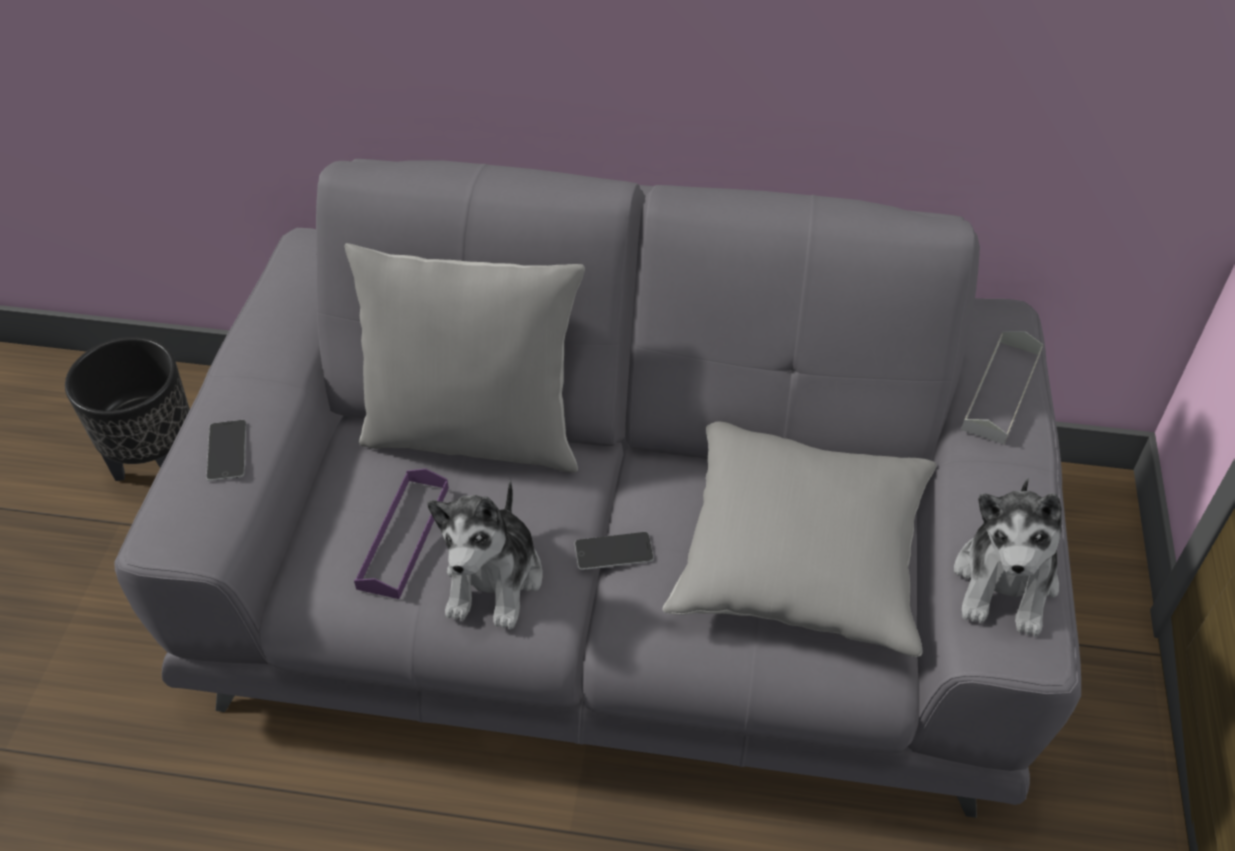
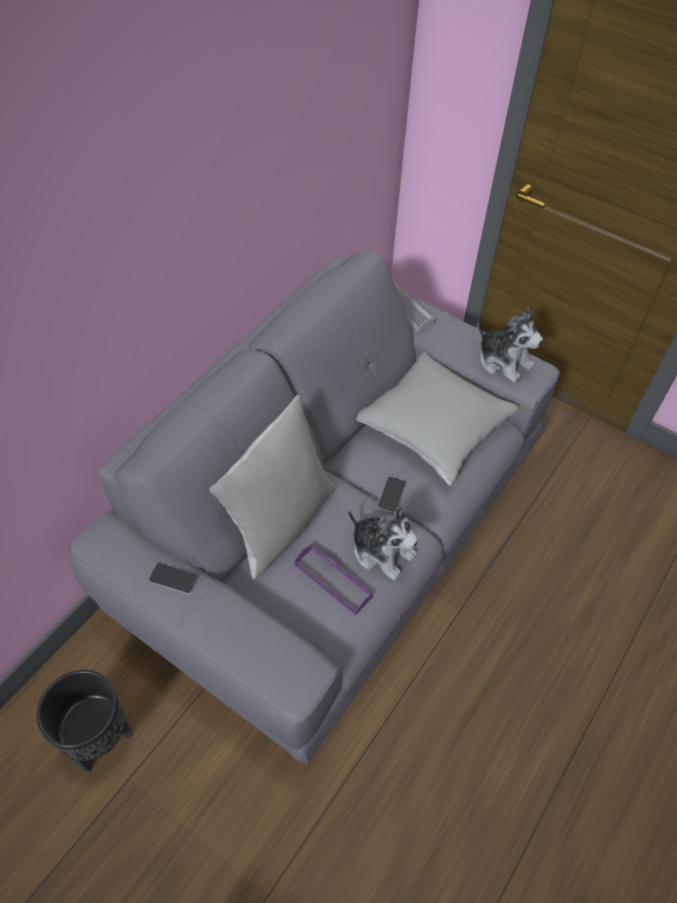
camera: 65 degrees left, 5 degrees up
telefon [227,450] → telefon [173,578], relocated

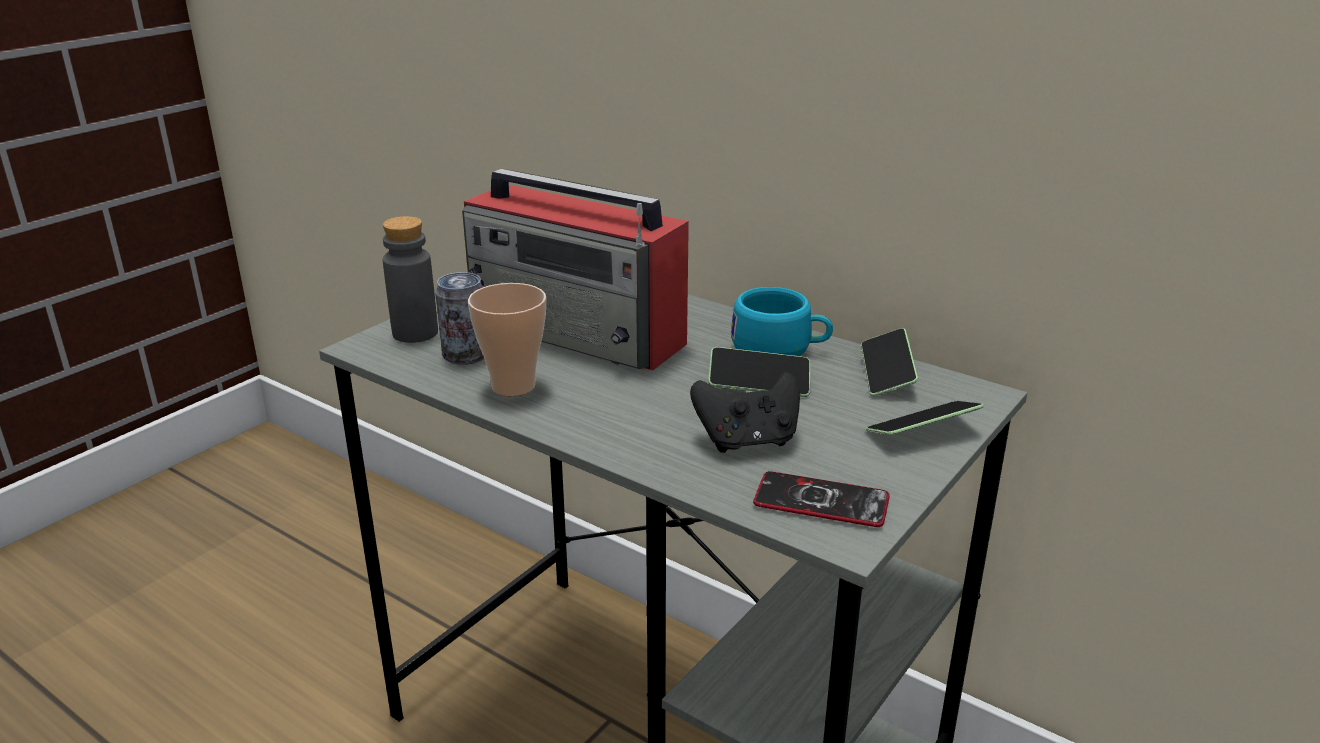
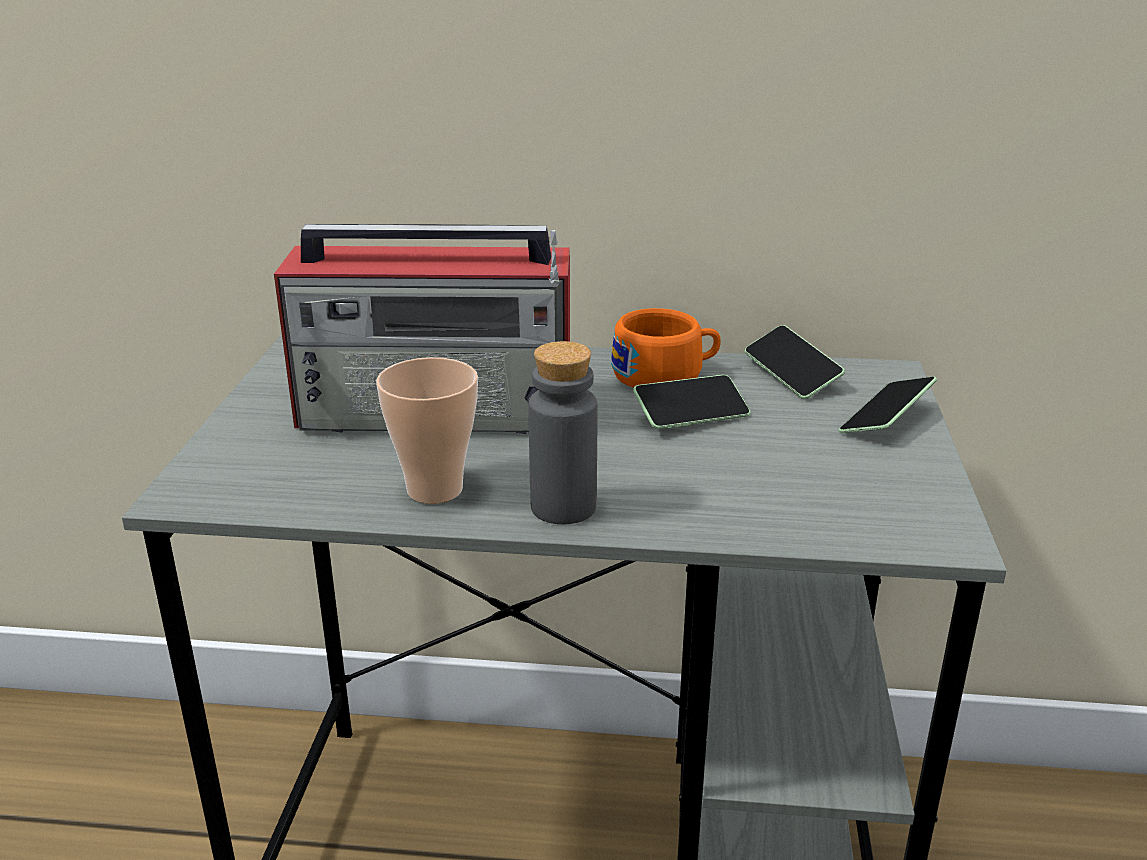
camera: 30 degrees left, 0 degrees up
butelka/szary [415,333] → butelka/szary [563,507], relocated
filiżanka/turkusowy [780,348] → filiżanka/pomarańczowy [666,375]
puszka [466,355] → -
pad do gier/czarny [747,441] → -
telefon [821,501] → -

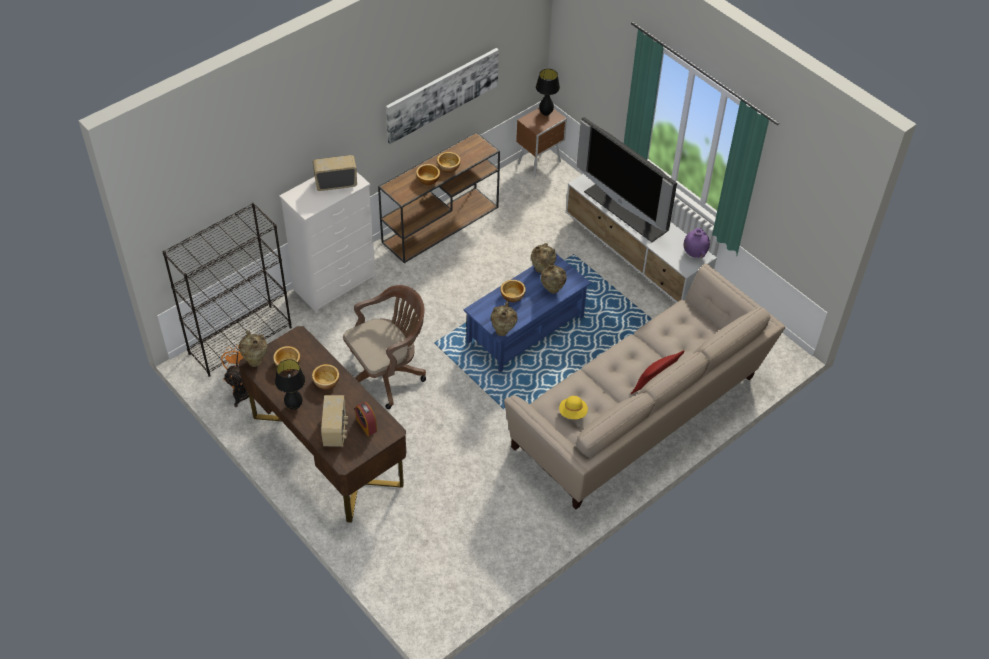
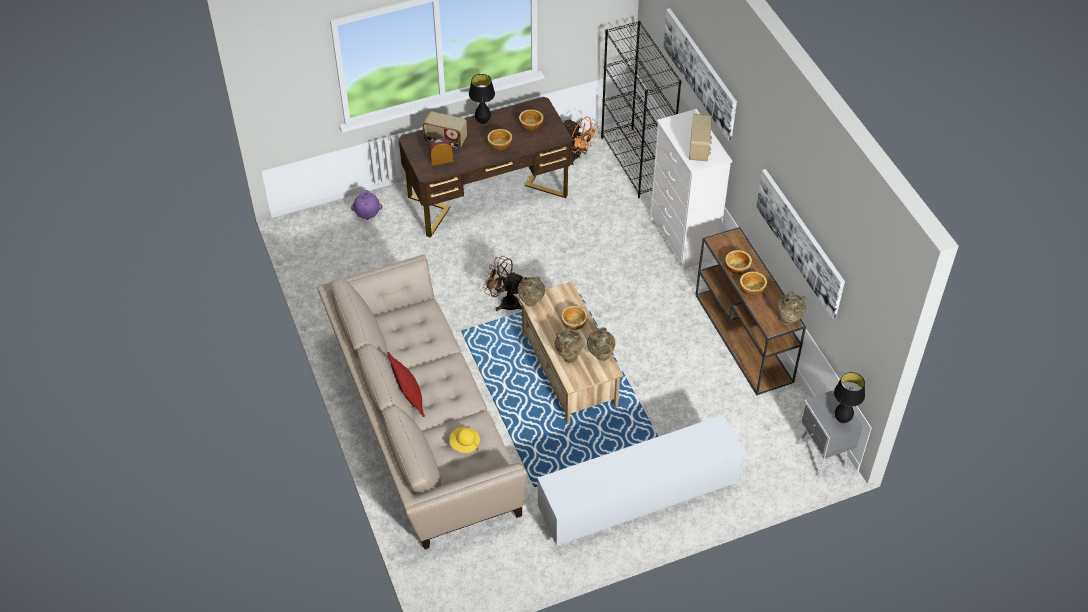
camera: 110 degrees right, 0 degrees up
wazon/fioletowy [694,253] → wazon/fioletowy [368,215], relocated
kapelusz/żółty [573,412] → kapelusz/żółty [464,444], relocated
- → wentylator/brązowy [505,302]
ława/niebieski [525,330] → ława/beżowy [568,370]
- → obraz [700,72]
wazon/beżowy [255,360] → wazon/beżowy [788,321], relocated
szafka nocna/brązowy [540,163] → szafka nocna/szary [822,456]
krzesło biurowe/brązowy [387,374] → -
telewizor [627,210] → -

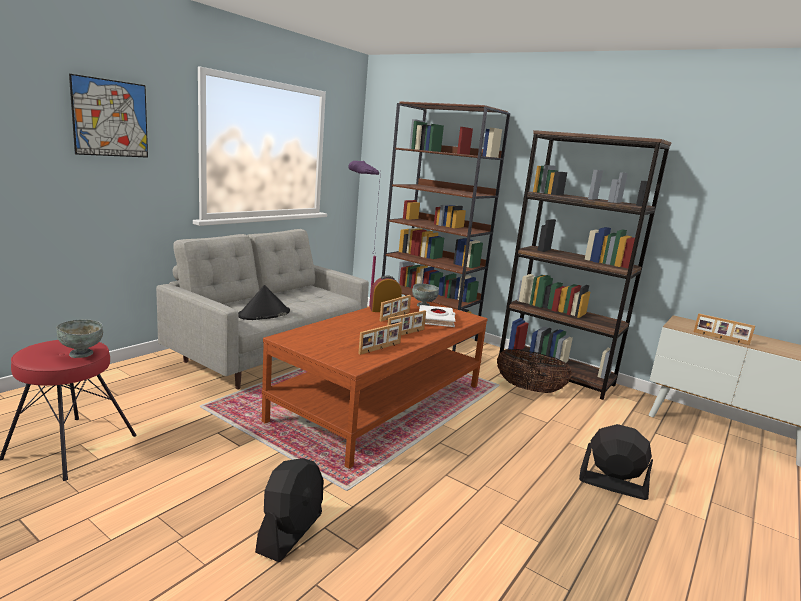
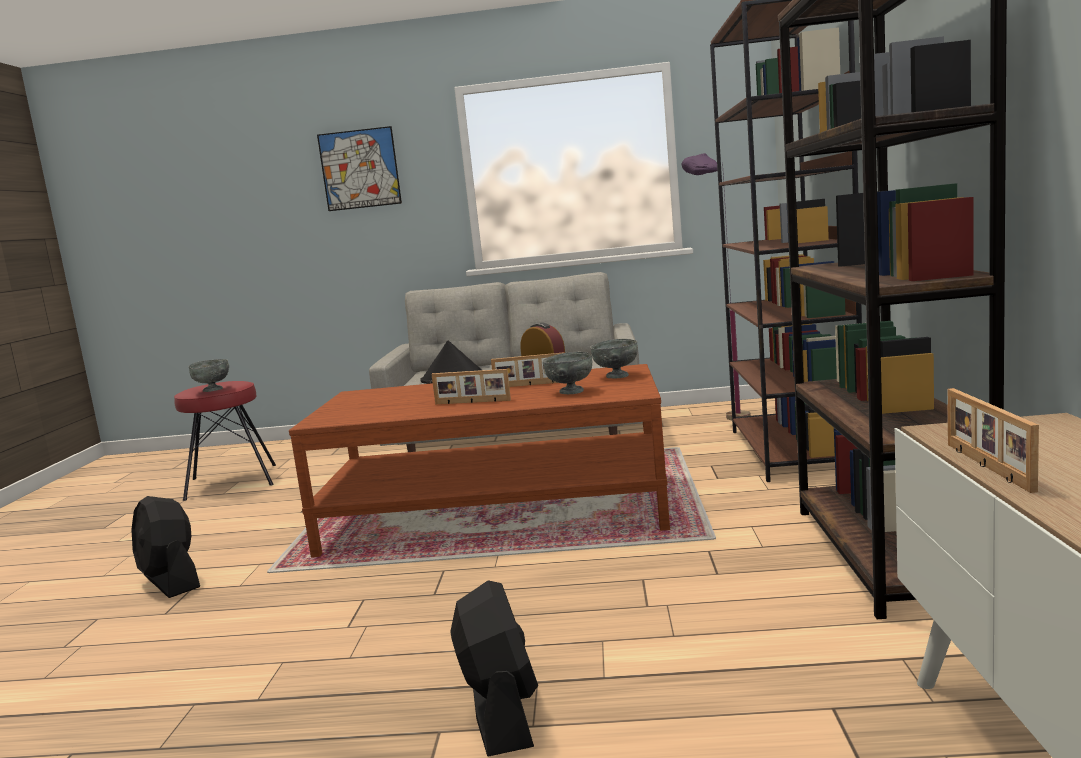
camera: 60 degrees right, 5 degrees down
wentylator/czarny [290,532] → wentylator/czarny [171,581], 60 degrees clockwise
książka/biały [436,319] → miska/szary [570,392]
ramka na zdjęcie [380,348] → -
koszyk [529,389] → -

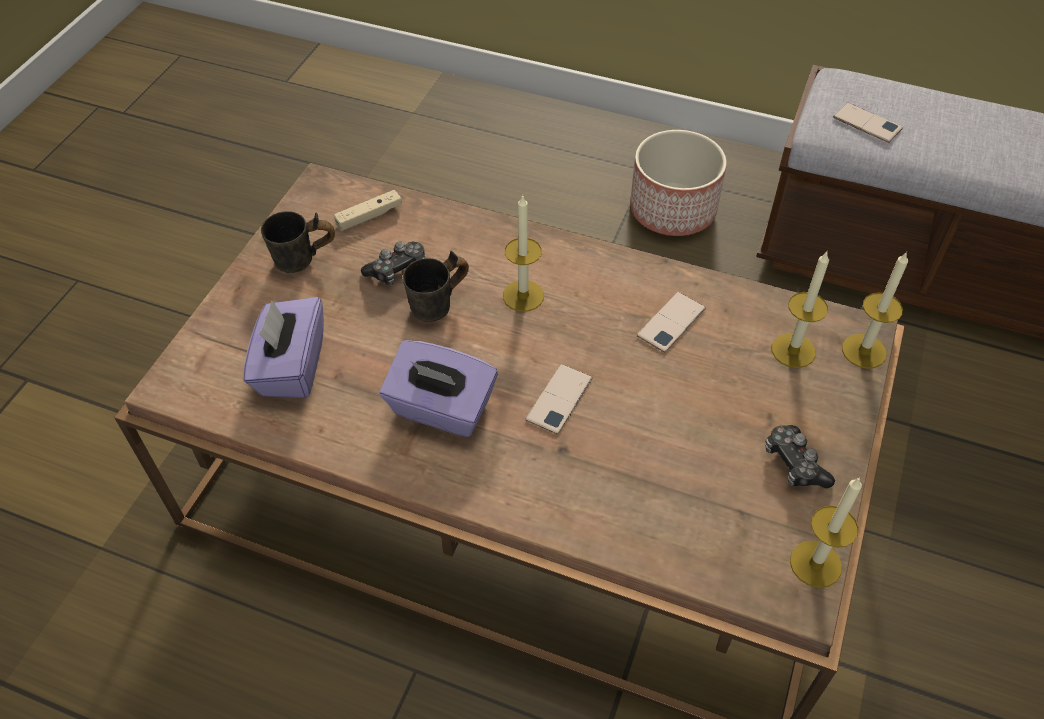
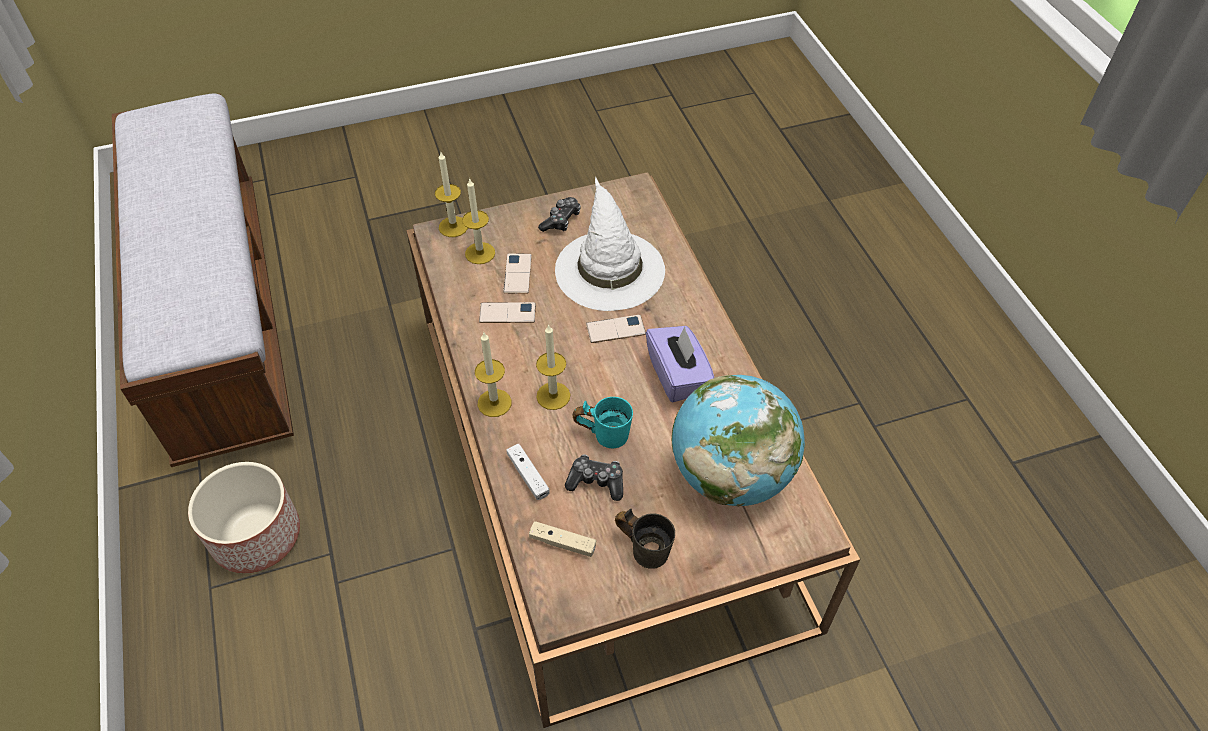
camera: 130 degrees left, 0 degrees up
świeca [815,564] → świeca [494,403], relocated
telefon [867,123] → telefon [517,274], relocated
- → pad do gier/biały [528,475]
- → kapelusz/biały [609,268]
kubek/szary [441,307] → kubek/turkusowy [604,432]
pudełko chusteczek/fioletowy [291,367] → globus [730,474]

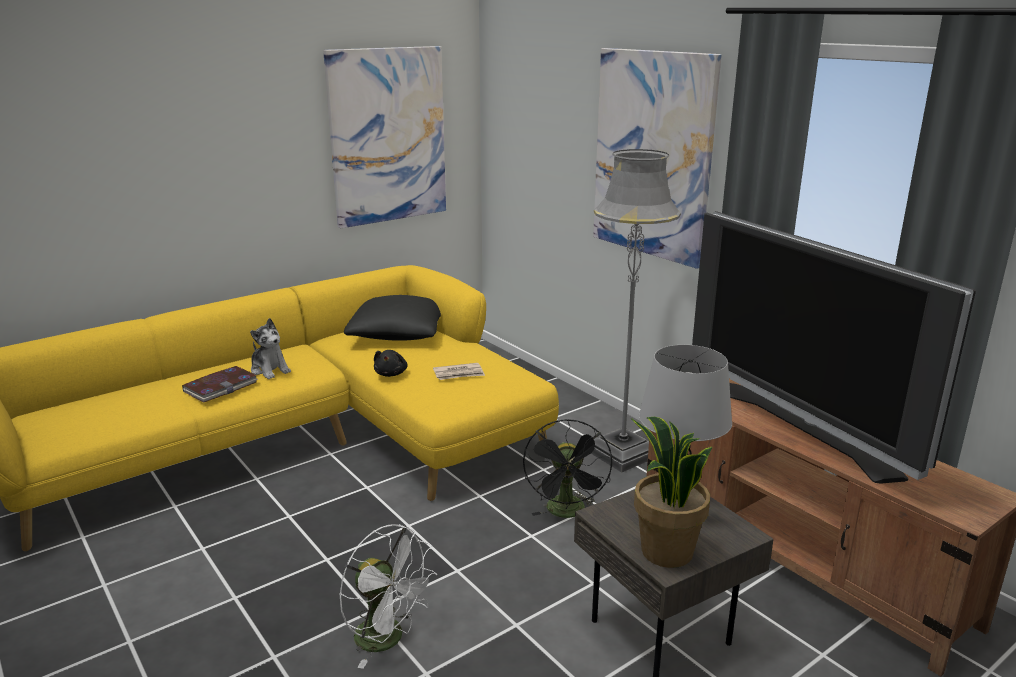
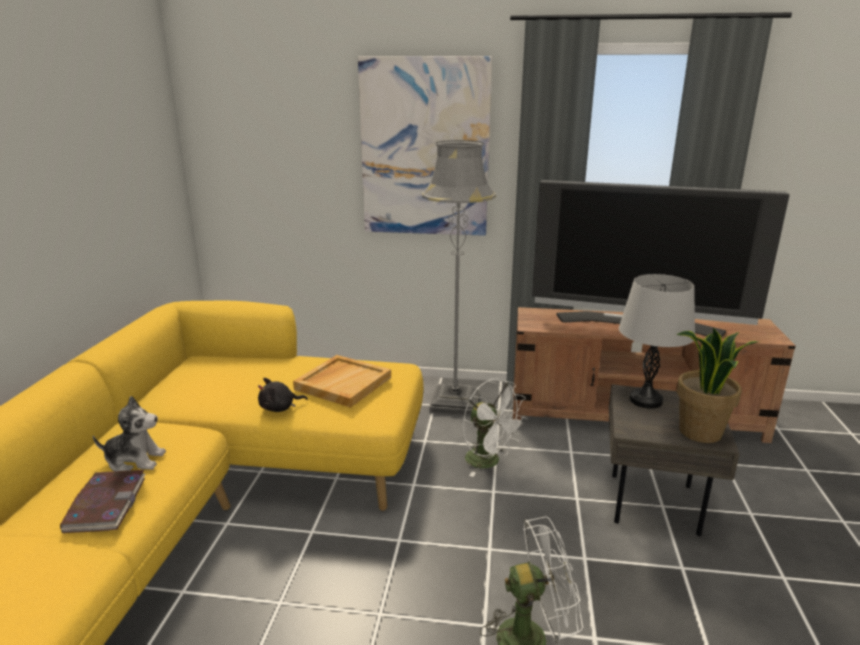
camera: 45 degrees left, 0 degrees up
pluszak/czarny [391,374] → pluszak/czarny [280,408], 105 degrees clockwise
gazeta [459,374] → taca/beżowy [343,383]
wentylator/czarny [567,513] → wentylator/biały [489,462]
obraz [388,136] → -
poduszka/czarny [399,333] → -

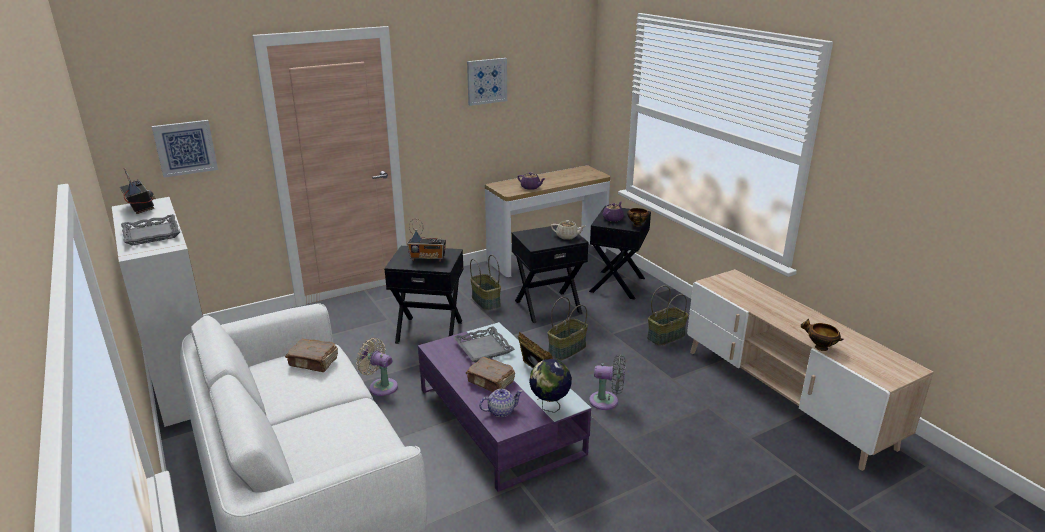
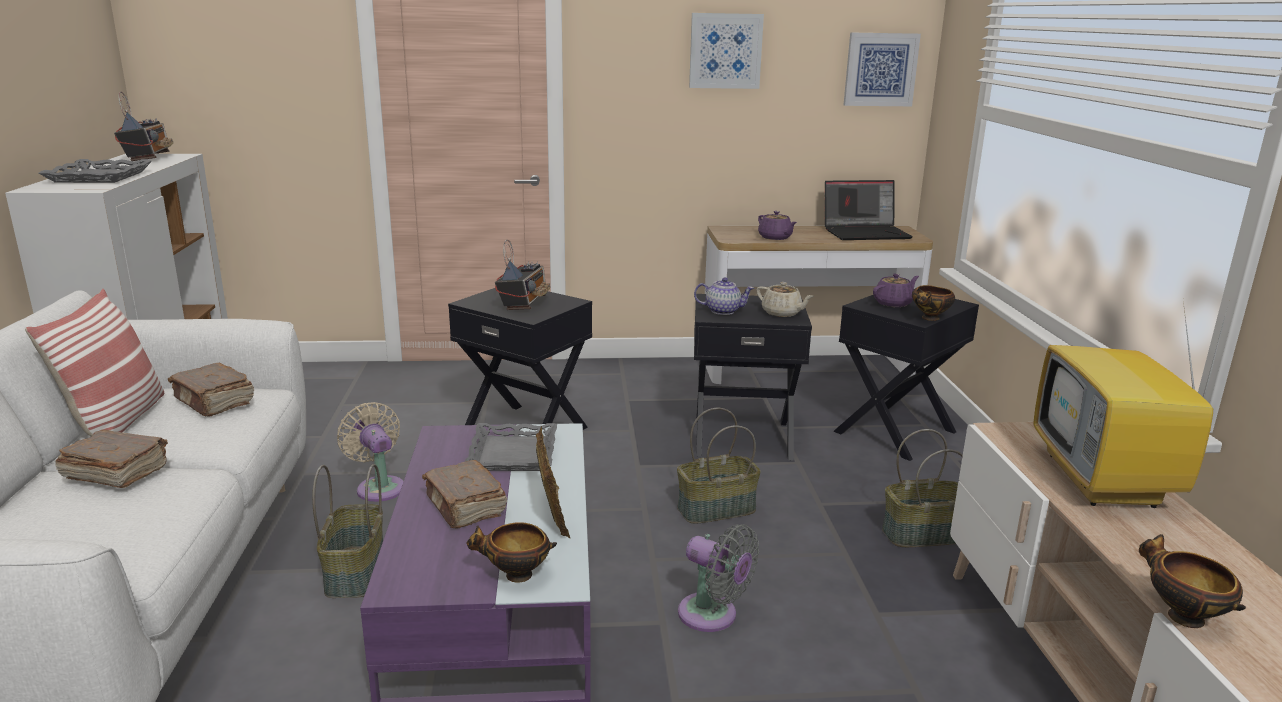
camera: 25 degrees right, 5 degrees down
- → poduszka [117,421]
- → książka/brązowy [115,473]
koszyk [486,301] → koszyk [356,573], relocated
globus [550,407] → miska [515,576]
radio [428,259] → radio [523,303], 105 degrees counterclockwise
imbryk [501,411] → imbryk [723,311], relocated
- → laptop [866,233]
obraz [185,148] → obraz [880,69], relocated
- → telewizor [1105,482]

